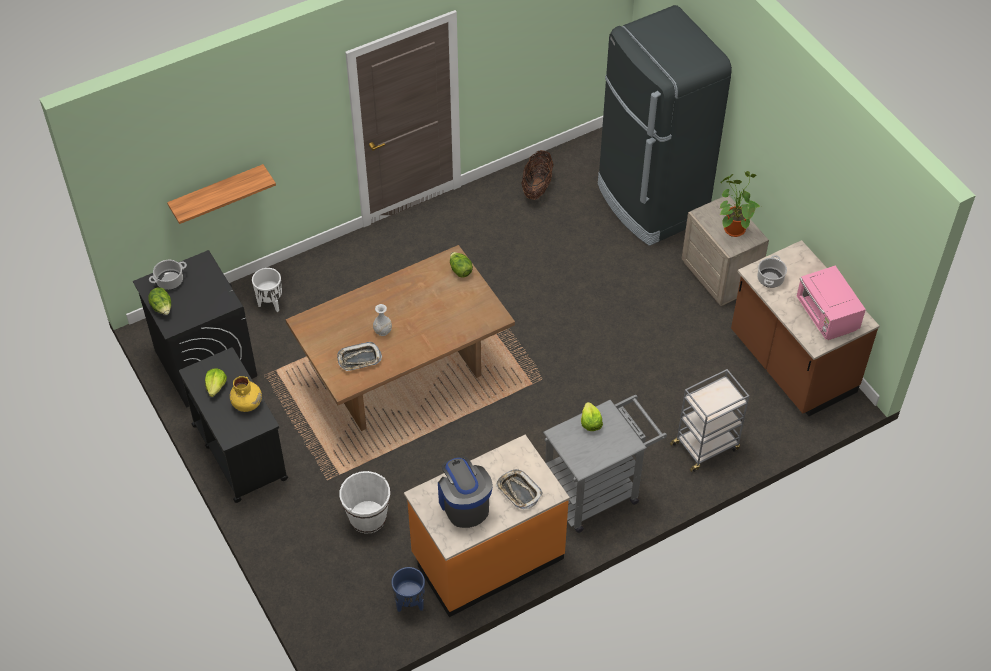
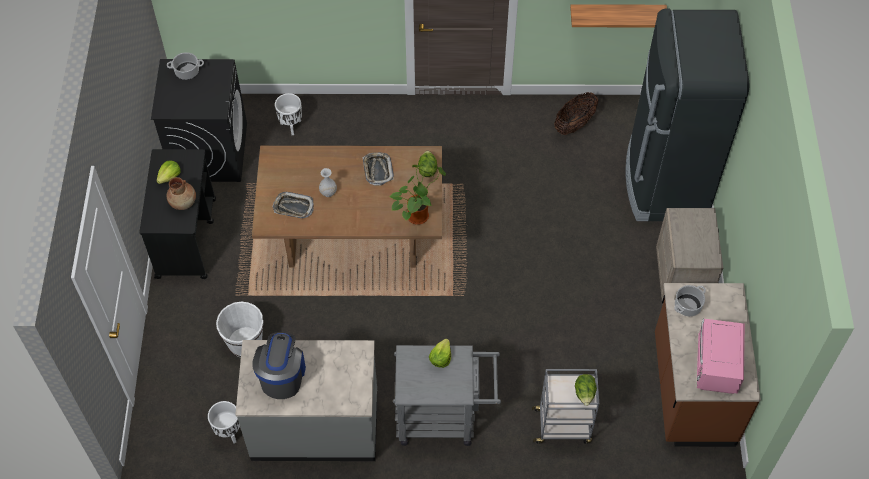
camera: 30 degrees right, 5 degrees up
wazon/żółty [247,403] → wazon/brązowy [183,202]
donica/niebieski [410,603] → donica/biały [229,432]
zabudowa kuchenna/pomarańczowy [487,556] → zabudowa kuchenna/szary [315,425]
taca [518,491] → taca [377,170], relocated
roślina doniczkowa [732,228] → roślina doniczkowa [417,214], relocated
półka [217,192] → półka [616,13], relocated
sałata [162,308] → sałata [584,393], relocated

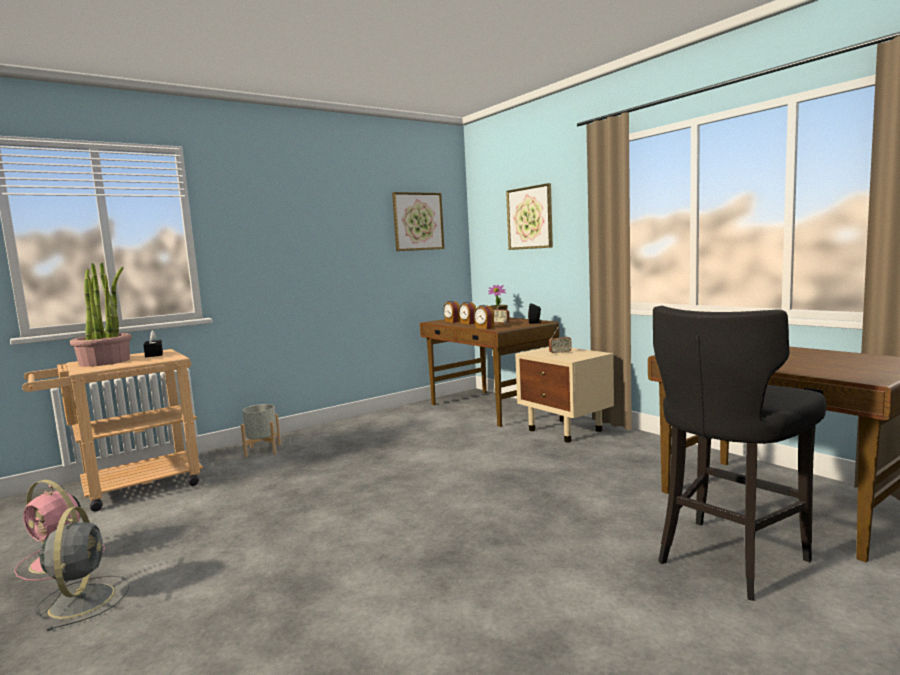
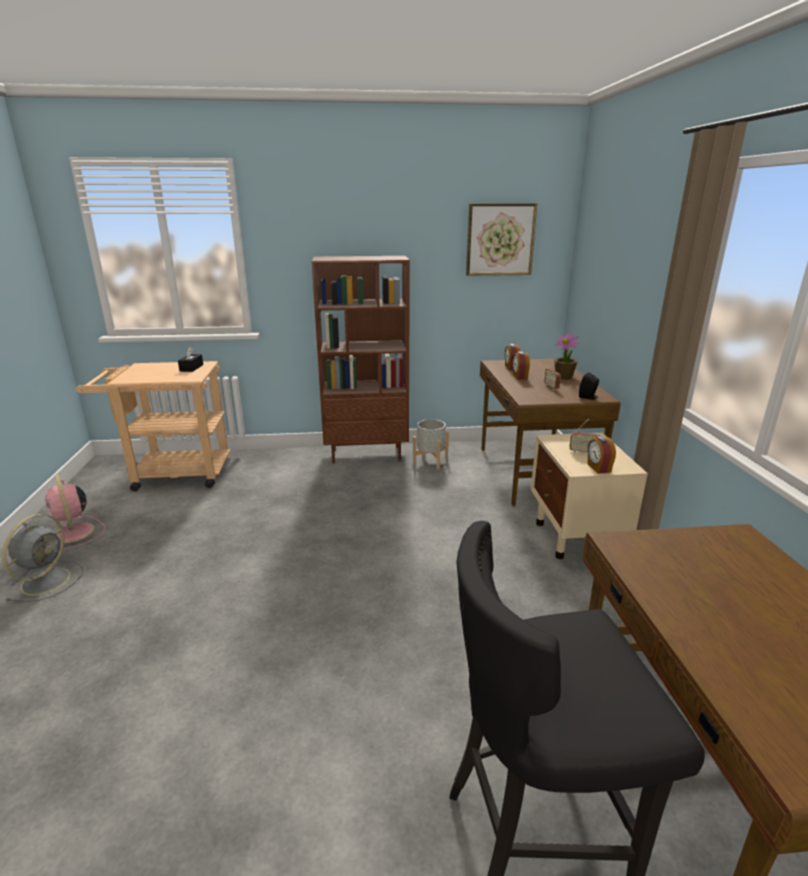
camera: 30 degrees right, 15 degrees up
- → regał/brązowy [367,454]
donica/szary [263,450] → donica/szary [430,461], relocated
budzik [484,328] → budzik [598,468], relocated
roślina doniczkowa [105,362] → -
obraz [530,218] → -

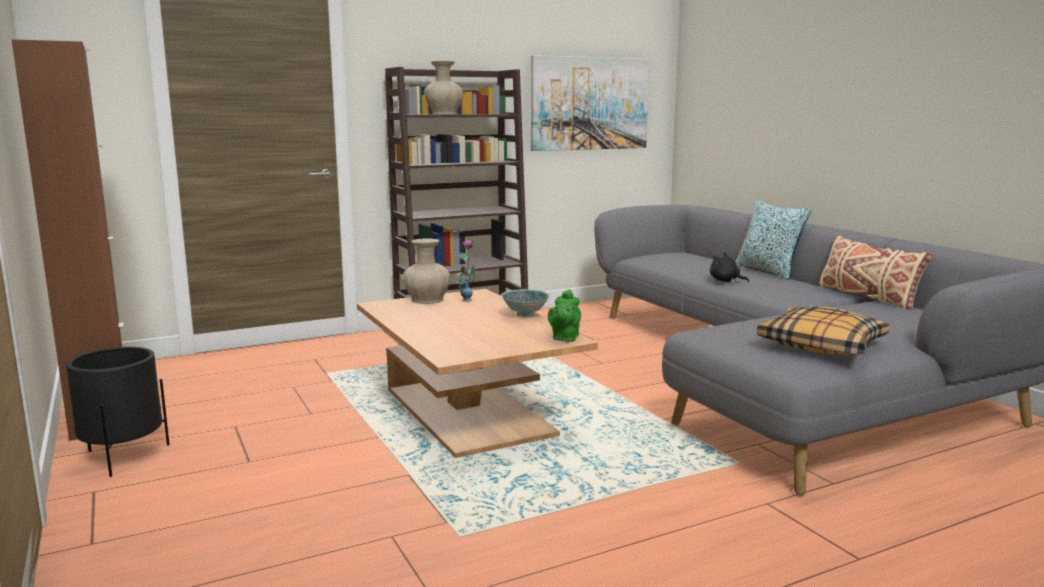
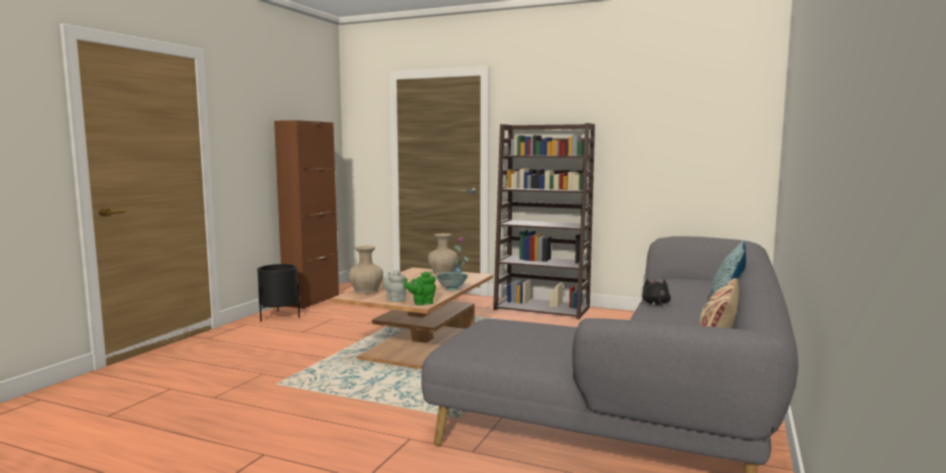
camera: 50 degrees right, 5 degrees down
wazon/beżowy [443,114] → wazon/beżowy [366,290], relocated
- → imbryk/szary [395,299]
obraz [589,103] → -
poduszka [821,345] → -

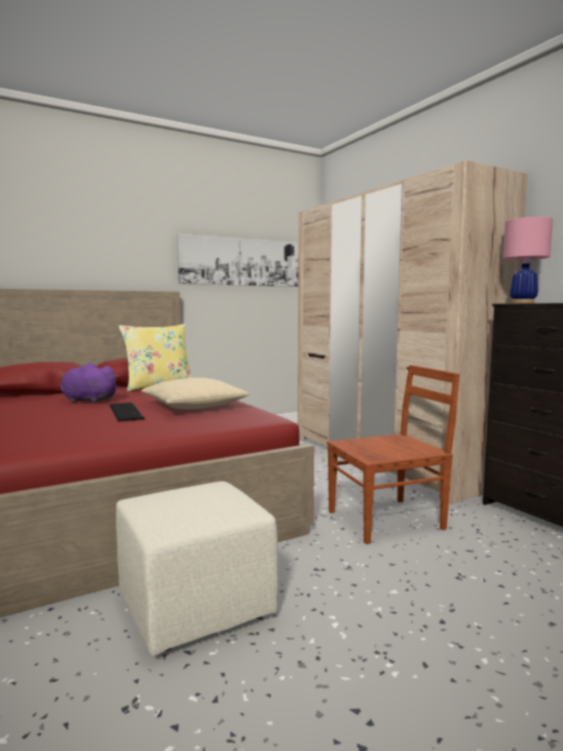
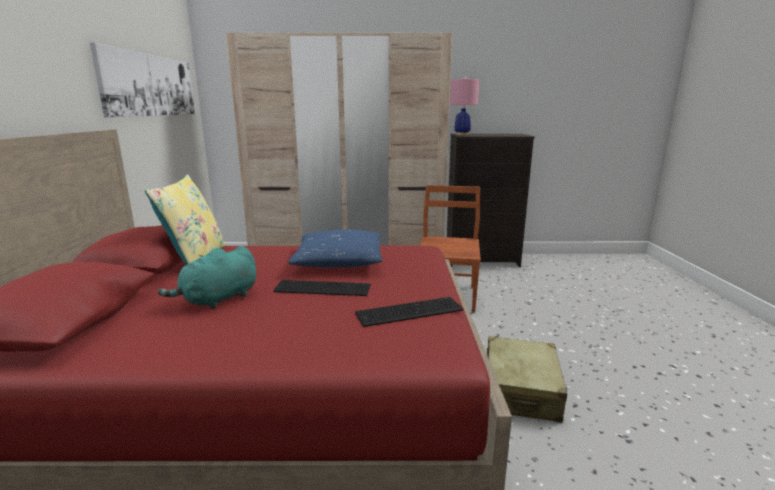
camera: 60 degrees left, 10 degrees up
pluszak/fioletowy [87,401] → pluszak/turkusowy [218,300]
poduszka/beżowy [194,406] → poduszka/niebieski [339,261]
- → klawiatura [407,311]
pufa/beżowy [197,605] → walizka/beżowy [520,390]

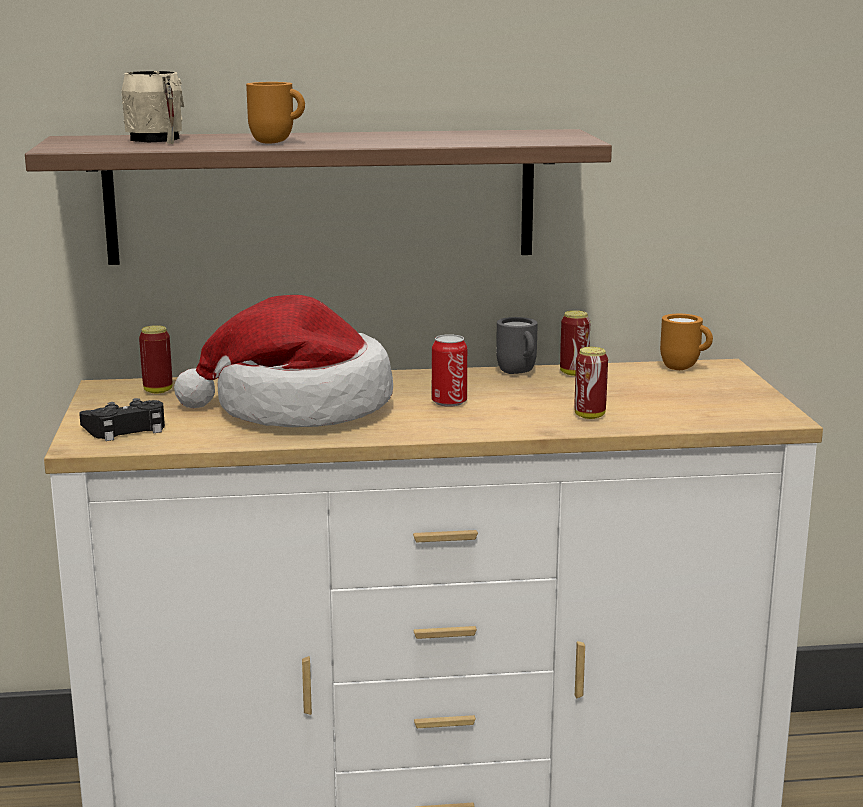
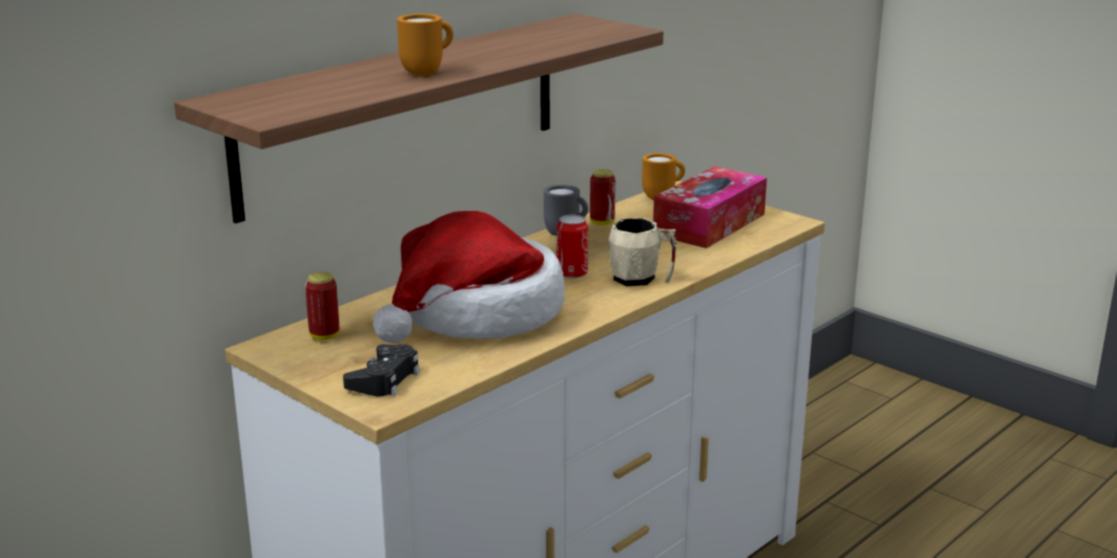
camera: 40 degrees left, 5 degrees up
kubek/beżowy [158,140] → kubek/beżowy [641,279], relocated
- → pudełko chusteczek [709,224]
puszka [589,416] → -

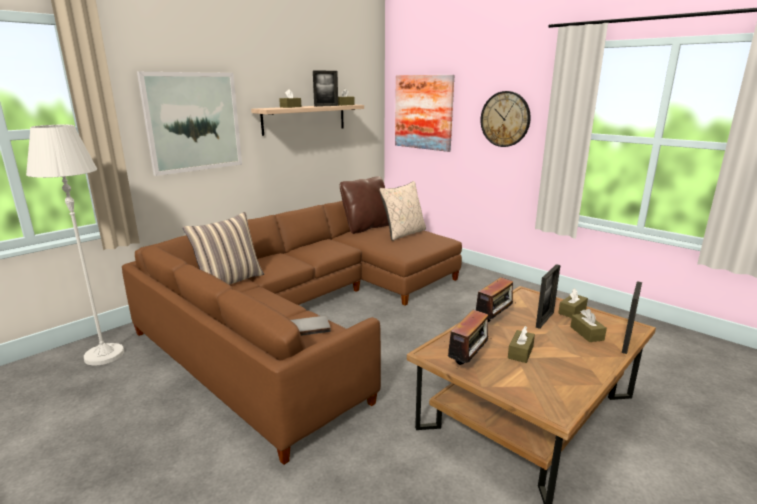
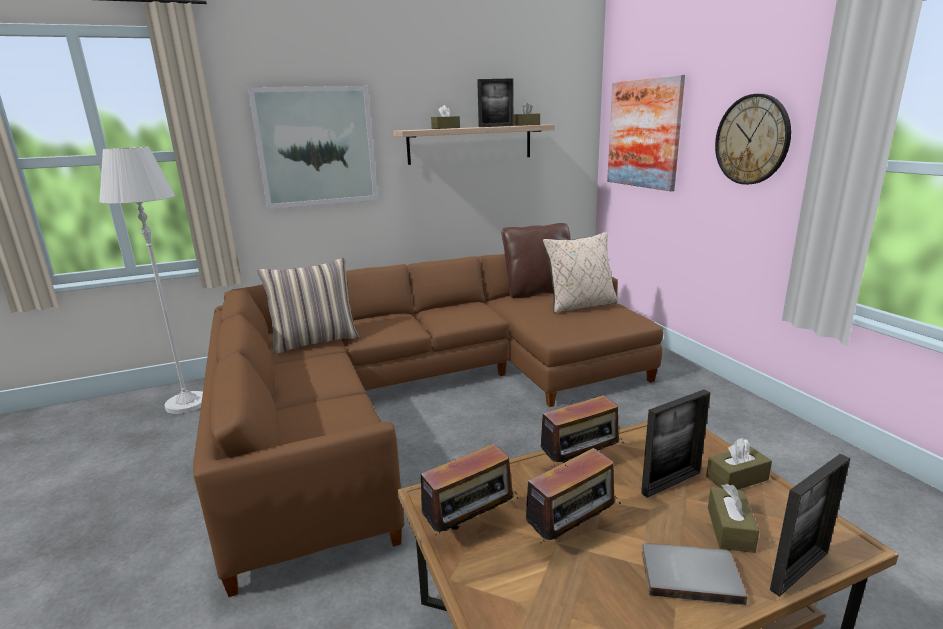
camera: 25 degrees right, 0 degrees up
pudełko chusteczek/brązowy [520,352] → radio [572,534]
książka/szary [308,327] → książka/szary [689,573], relocated

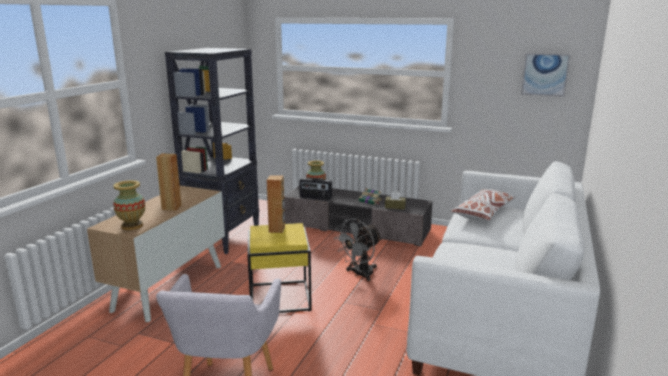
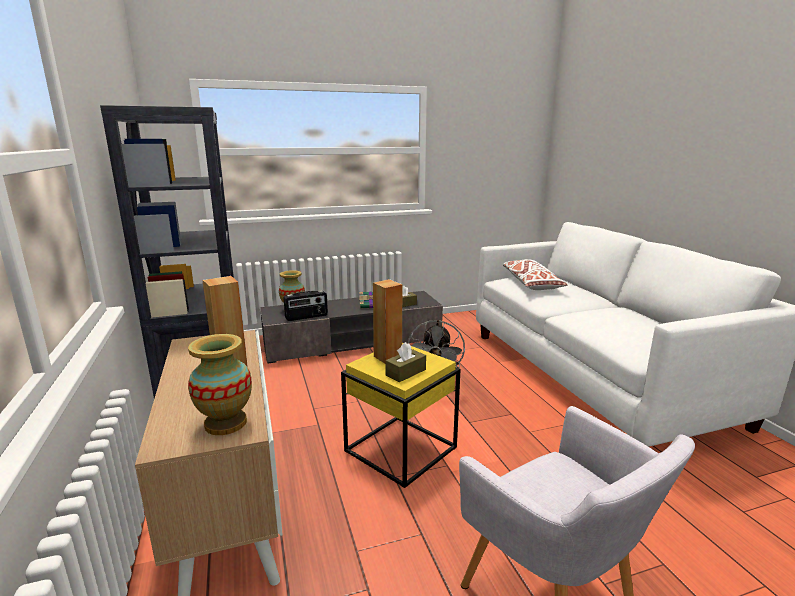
camera: 40 degrees left, 0 degrees up
- → pudełko chusteczek/brązowy [405,372]
obraz [545,74] → -

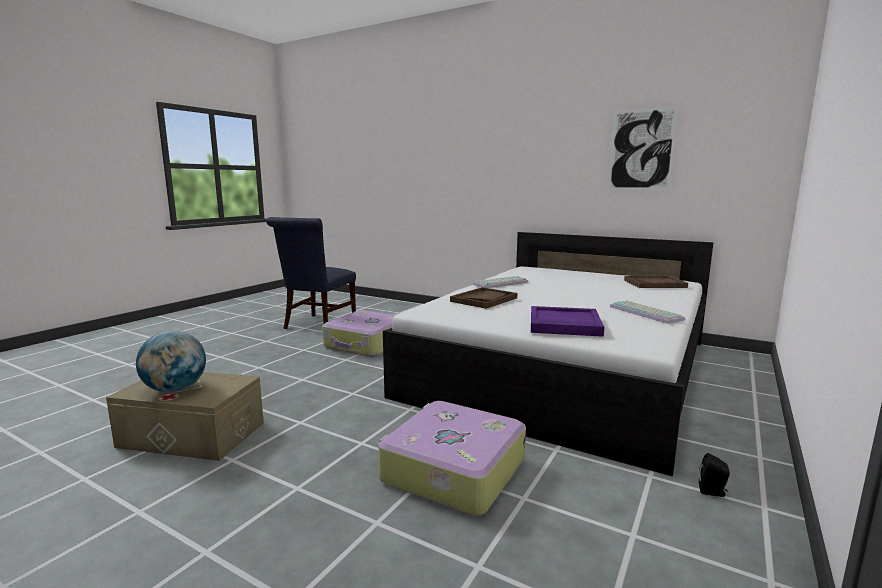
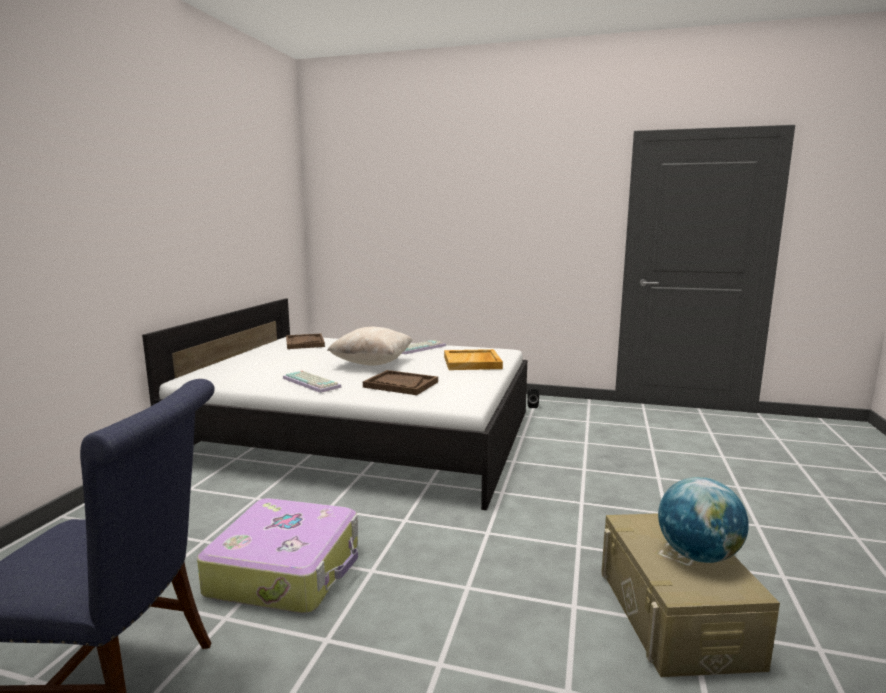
camera: 105 degrees left, 0 degrees up
- → poduszka/beżowy [372,363]
taca/fioletowy [563,324] → taca/beżowy [472,362]
walizka [452,470] → -
obraz [641,149] → -

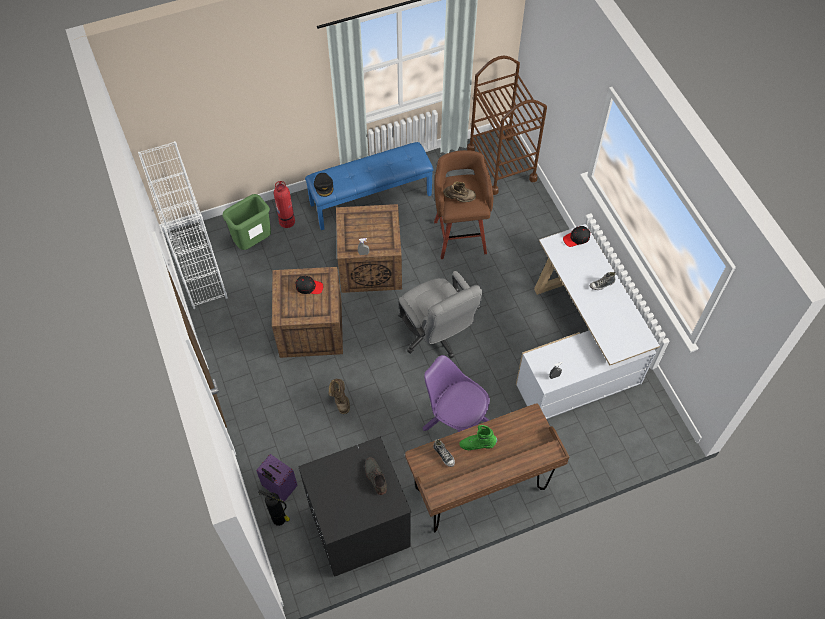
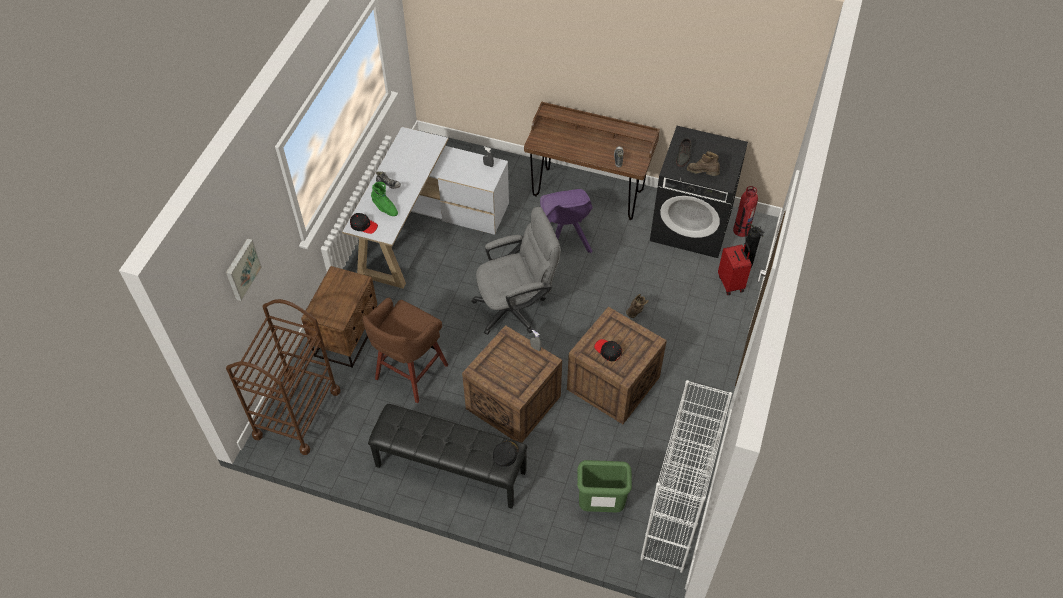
camera: 140 degrees left, 5 degrees down
- → obraz [241,269]
- → szafka nocna/brązowy [347,336]
ławka/niebieski [370,199] → ławka/czarny [450,469]
but z cholewką/zielony [477,444] → but z cholewką/zielony [385,208], relocated
krzesło biurowe/szary [436,335] → krzesło biurowe/szary [516,307], 60 degrees clockwise
but z cholewką/brązowy [459,199] → but z cholewką/brązowy [702,174], relocated
walizka/fioletowy [279,488] → walizka/czerwony [731,283]
gaśnica [287,221] → gaśnica [741,230], relocated

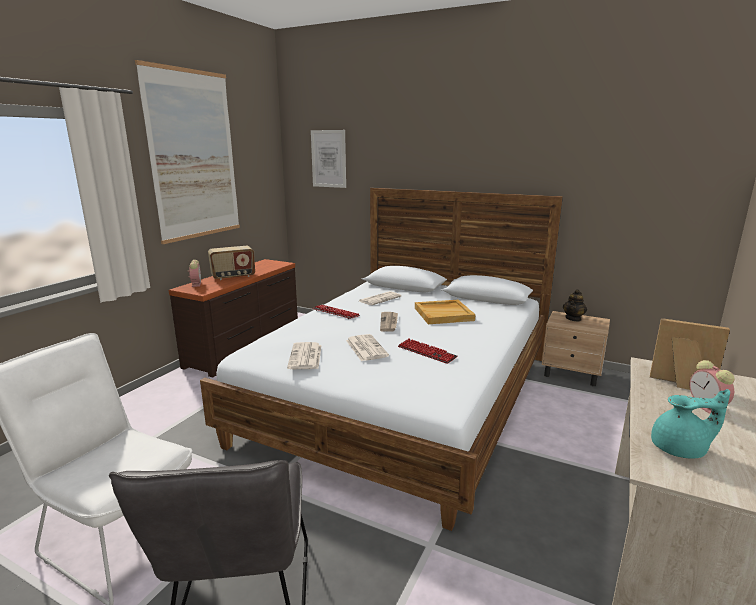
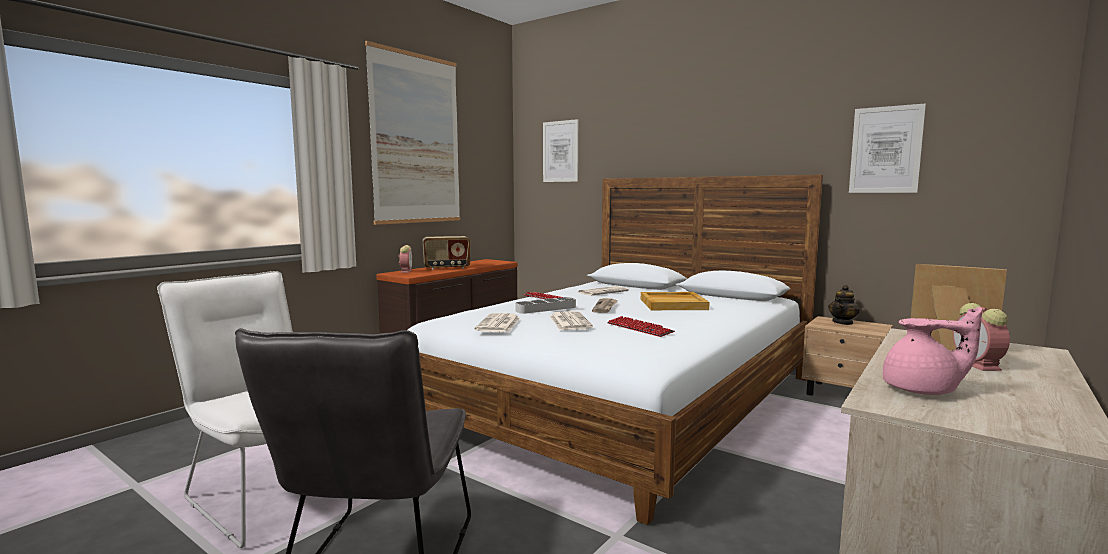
camera: 10 degrees right, 10 degrees down
- → taca/szary [546,309]
- → obraz [885,150]
imbryk/turkusowy [681,449] → imbryk/różowy [923,391]

